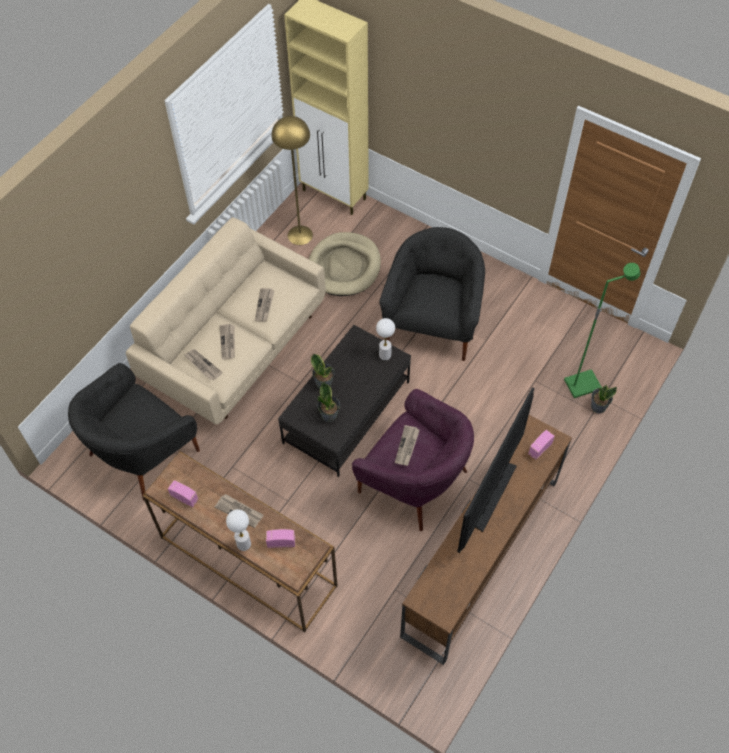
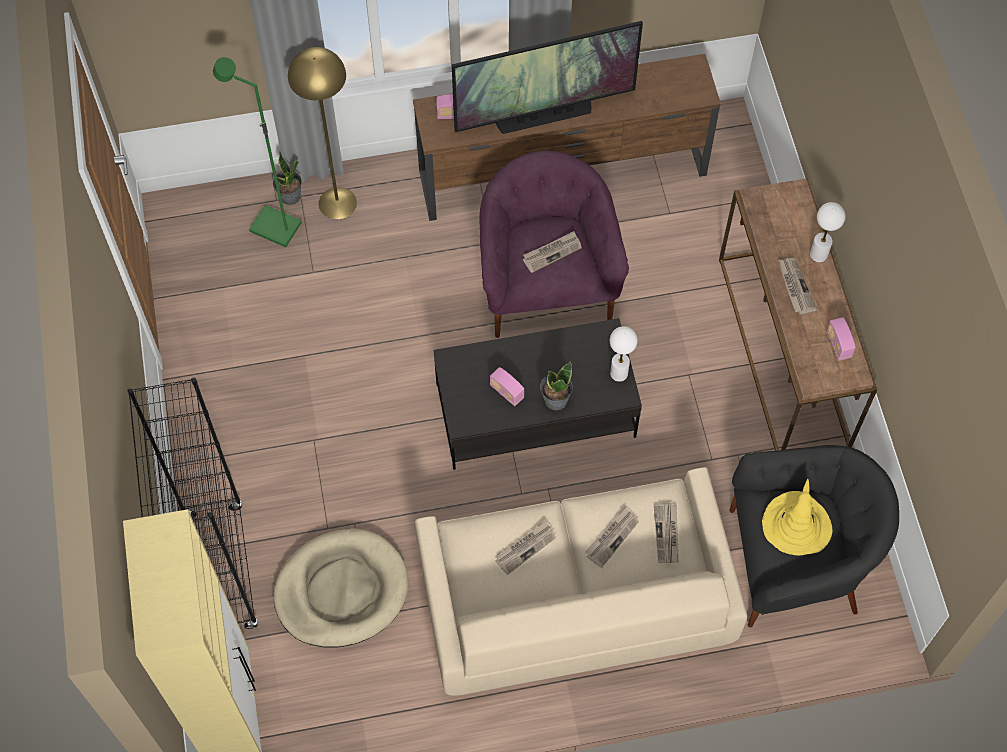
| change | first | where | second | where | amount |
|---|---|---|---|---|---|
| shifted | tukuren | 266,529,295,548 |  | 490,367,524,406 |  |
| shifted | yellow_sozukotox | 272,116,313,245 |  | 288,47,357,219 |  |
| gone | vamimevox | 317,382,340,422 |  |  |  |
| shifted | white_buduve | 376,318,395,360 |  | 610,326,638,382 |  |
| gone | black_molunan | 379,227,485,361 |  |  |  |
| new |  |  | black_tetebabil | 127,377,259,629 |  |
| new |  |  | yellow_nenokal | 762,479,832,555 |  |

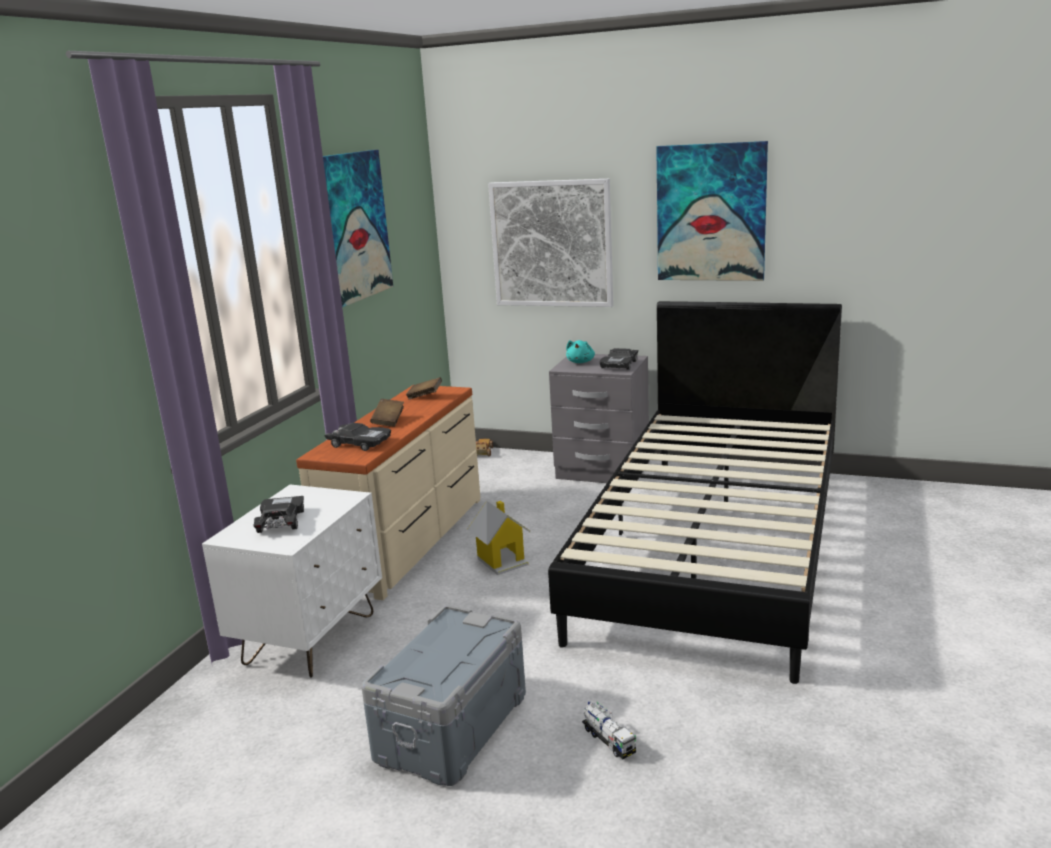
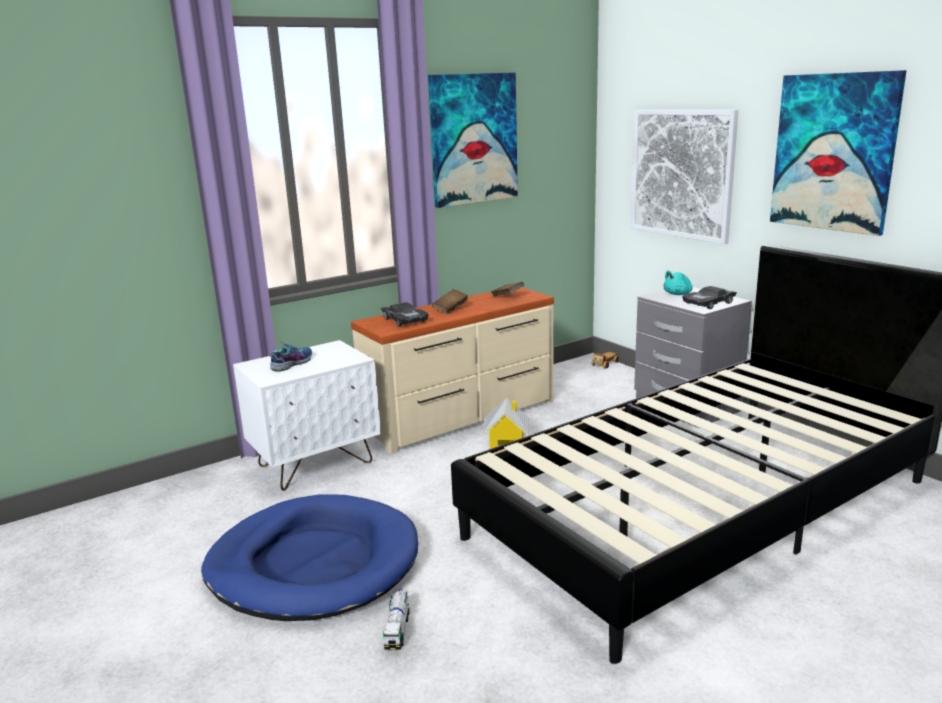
| change | first | where | second | where | amount |
|---|---|---|---|---|---|
| swapped | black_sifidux | 253,496,304,533 | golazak | 270,342,312,372 |  |
| swapped | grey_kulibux | 361,606,526,786 | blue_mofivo | 201,495,418,621 |  |

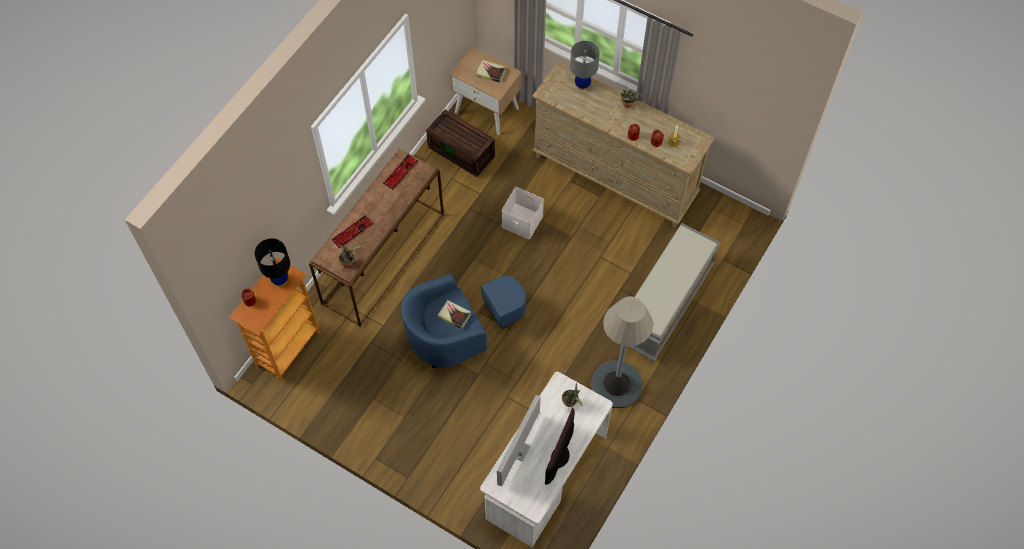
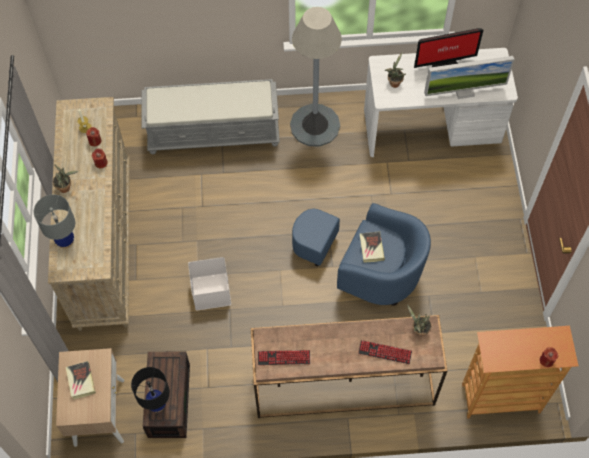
| change | first | where | second | where | amount |
|---|---|---|---|---|---|
| shifted | black_buduve | 255,238,290,287 |  | 131,367,170,412 |  |

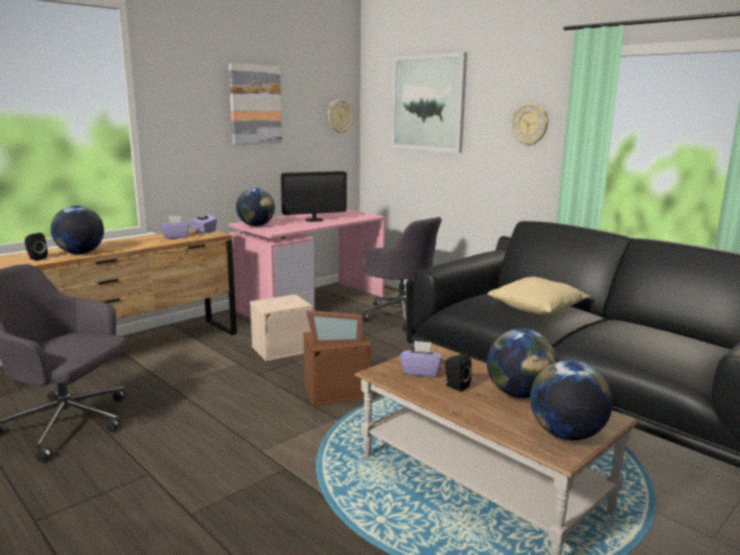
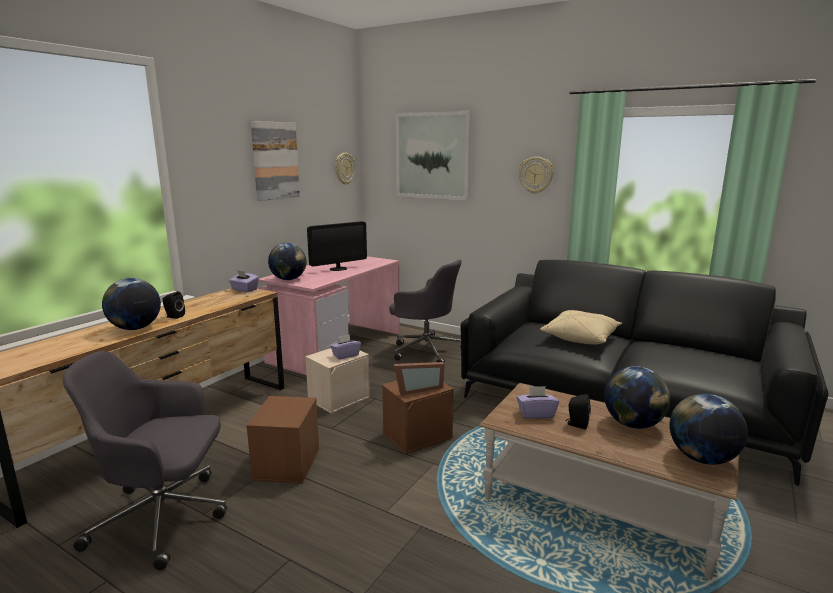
| change | first | where | second | where | amount |
|---|---|---|---|---|---|
| shifted | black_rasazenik | 25,233,48,261 |  | 163,291,185,319 |  |
| shifted | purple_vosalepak | 161,215,190,239 |  | 330,334,361,359 |  |
| new |  |  | brown_kulibux | 246,396,320,484 |  |

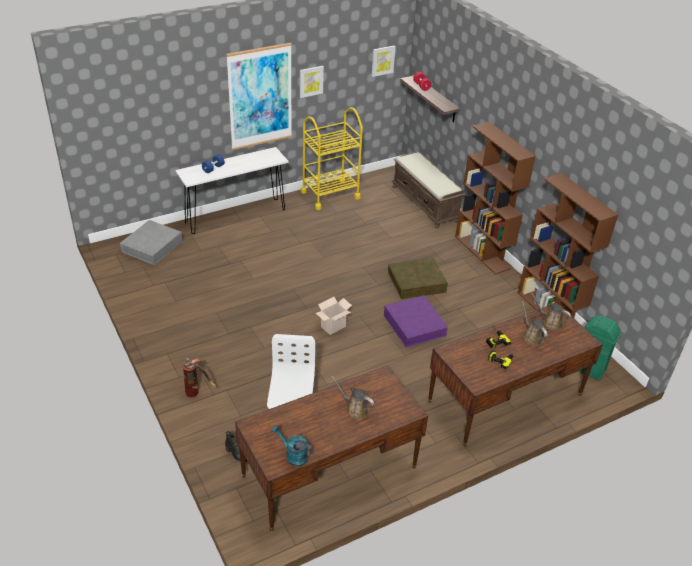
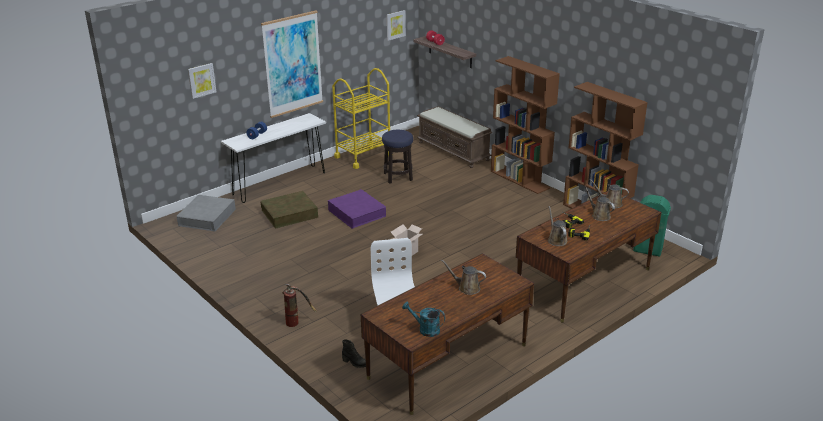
| change | first | where | second | where | amount |
|---|---|---|---|---|---|
| shifted | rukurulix | 300,66,324,98 |  | 188,63,216,99 |  |
| shifted | purple_kulibux | 384,295,448,347 |  | 328,189,386,229 |  |
| shifted | brown_kulibux | 388,257,448,299 |  | 260,191,318,229 |  |
| new |  |  | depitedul | 382,130,413,183 |  |
| new |  |  | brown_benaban | 548,206,567,246 |  |

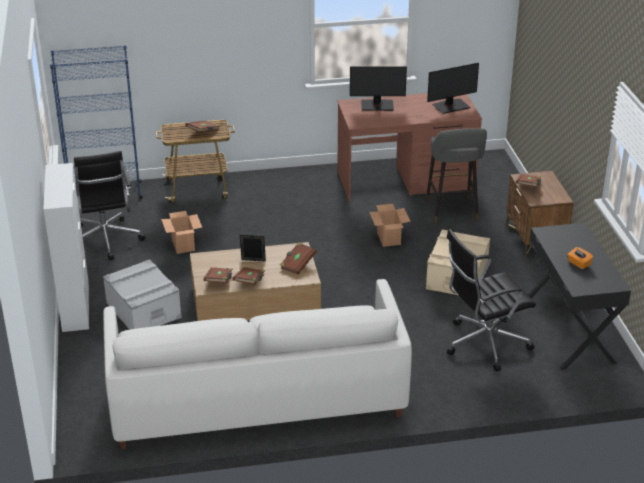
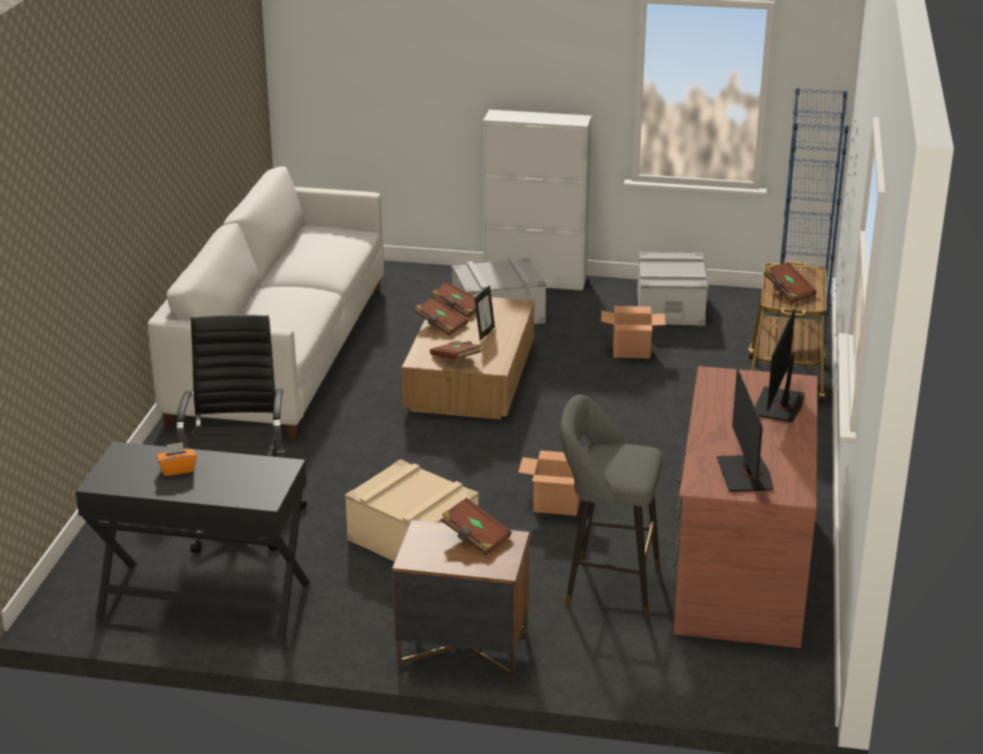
| change | first | where | second | where | amount |
|---|---|---|---|---|---|
| swapped | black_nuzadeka | 74,151,146,260 | grey_kulibux | 637,252,709,326 |  |

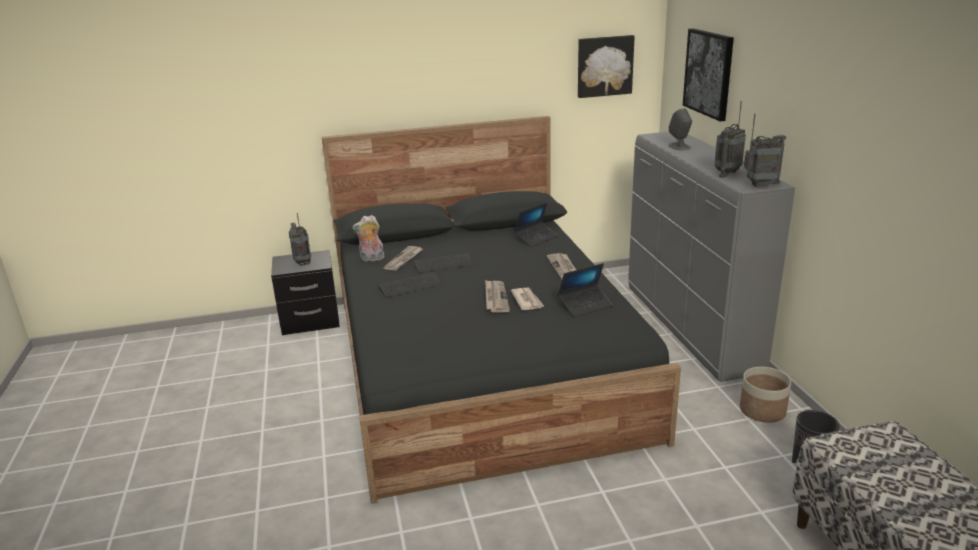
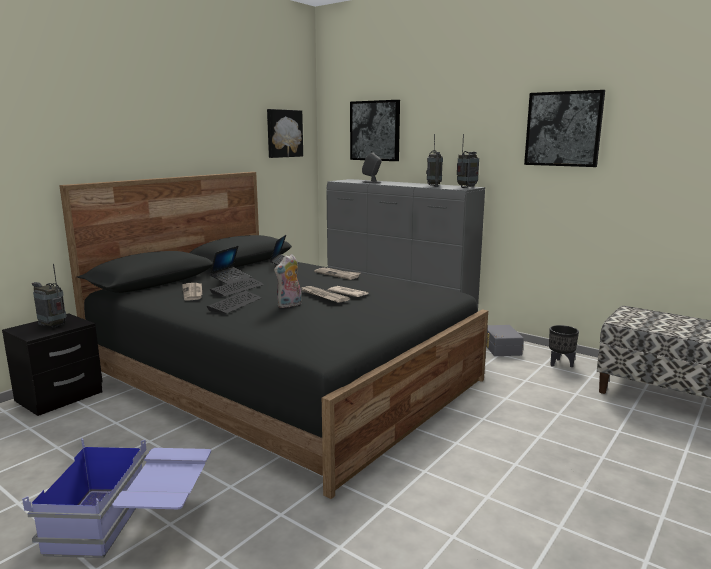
| change | first | where | second | where | amount |
|---|---|---|---|---|---|
| shifted | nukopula | 352,215,385,262 |  | 274,254,302,308 |  |
| shifted | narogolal | 558,263,613,317 |  | 210,246,251,284 |  |
| swapped | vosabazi | 740,367,791,423 | grey_kulibux | 486,325,524,356 |  |
| new |  |  | blue_kulibux | 22,438,211,558 |  |
| new |  |  | rukurulix | 524,90,605,167 |  |

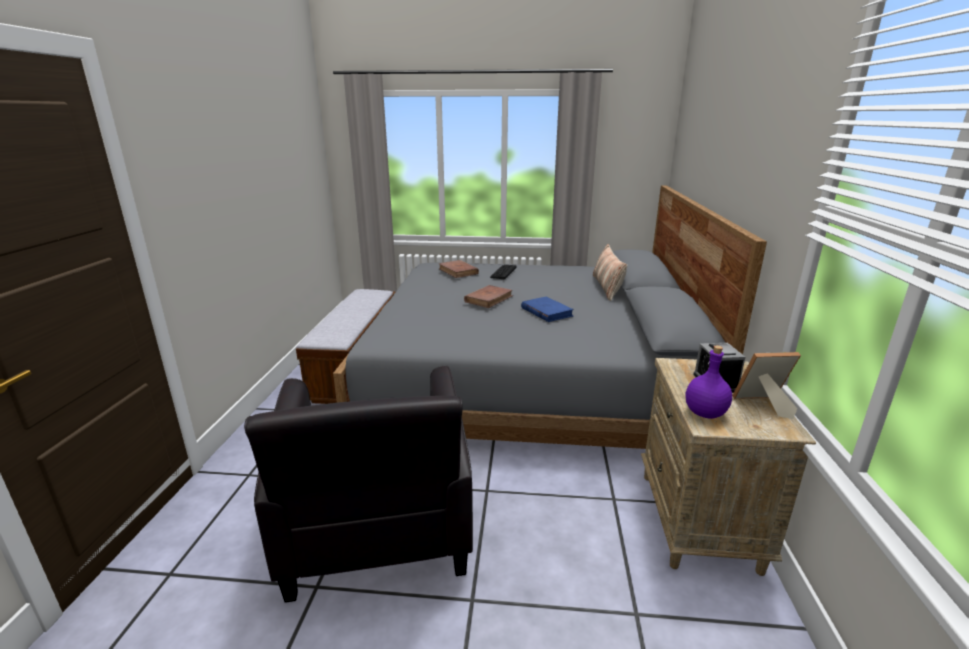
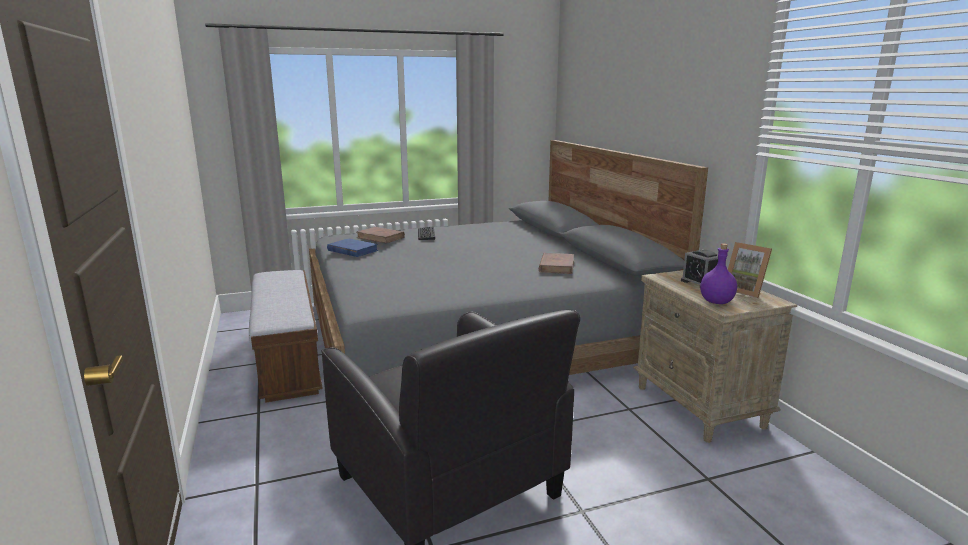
| change | first | where | second | where | amount |
|---|---|---|---|---|---|
| shifted | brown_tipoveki | 464,285,513,308 |  | 539,253,574,274 |  |
| shifted | blue_tipoveki | 521,297,574,322 |  | 327,239,378,257 |  |
| gone | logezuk | 593,244,627,301 |  |  |  |
| rotated | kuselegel | 732,352,801,419 |  | 728,242,772,298 | 105 degrees counterclockwise |

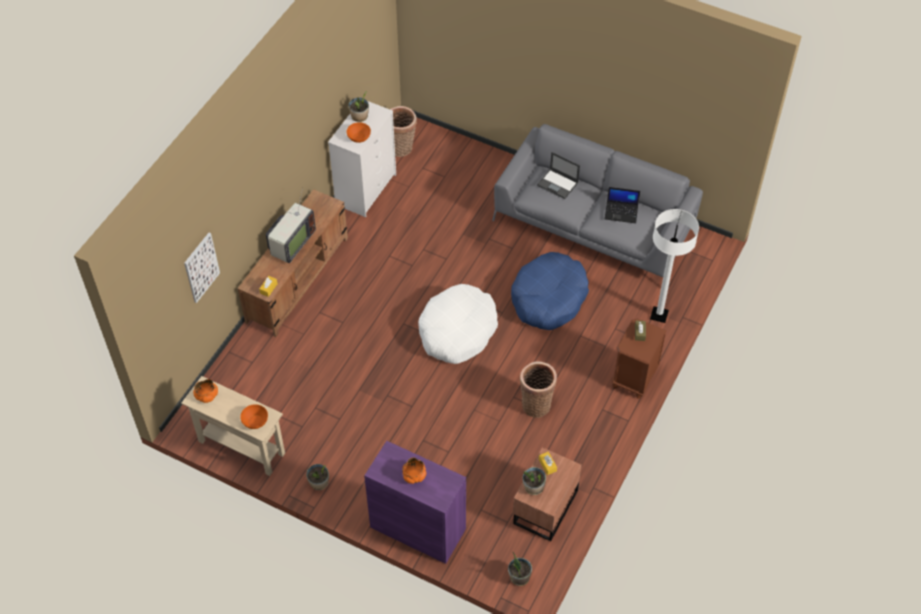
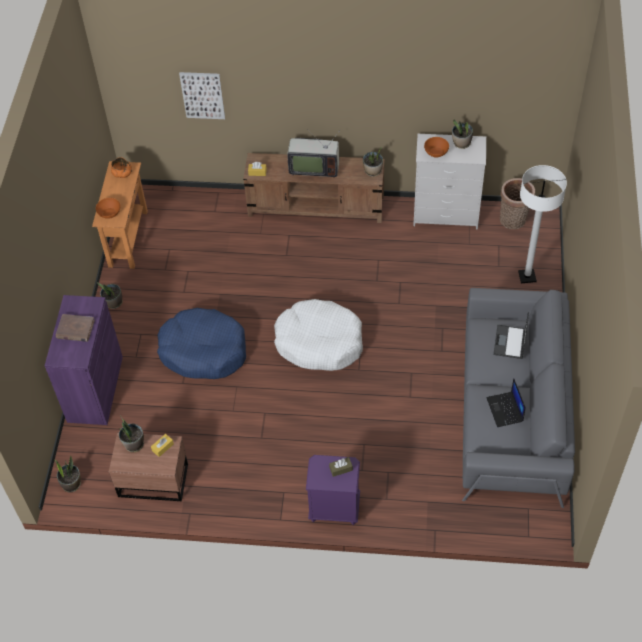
| change | first | where | second | where | amount |
|---|---|---|---|---|---|
| repainted | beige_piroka | 181,376,285,476 | orange_piroka | 92,161,148,269 |  |
| swapped | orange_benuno | 402,458,426,484 | brown_tipoveki | 56,314,95,342 |  |
| shifted | blue_mofivo | 511,252,589,330 |  | 157,308,246,379 |  |
| gone | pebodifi | 520,362,557,418 |  |  |  |
| repainted | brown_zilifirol | 612,319,667,399 | purple_zilifirol | 306,455,360,525 |  |
| shifted | white_sozukotox | 650,209,699,323 |  | 518,165,567,283 |  |
| new |  |  | vamimevox | 363,147,383,177 |  |

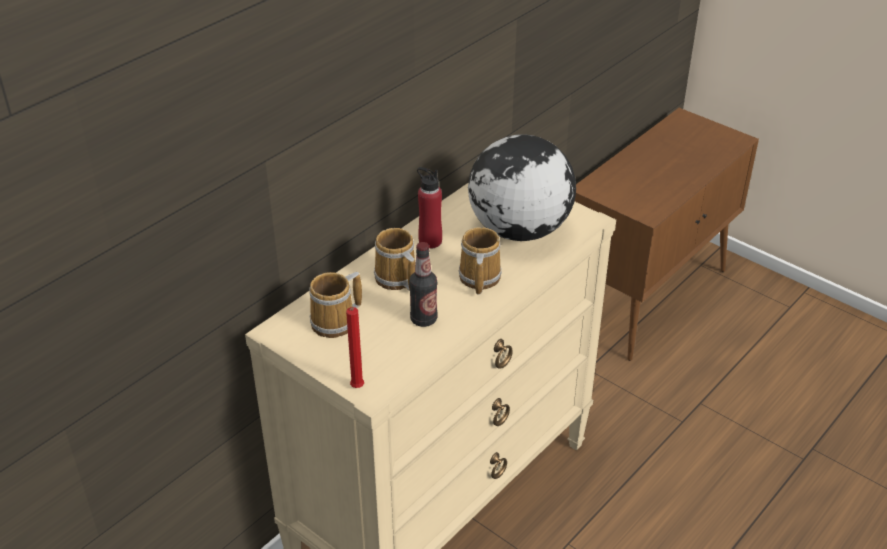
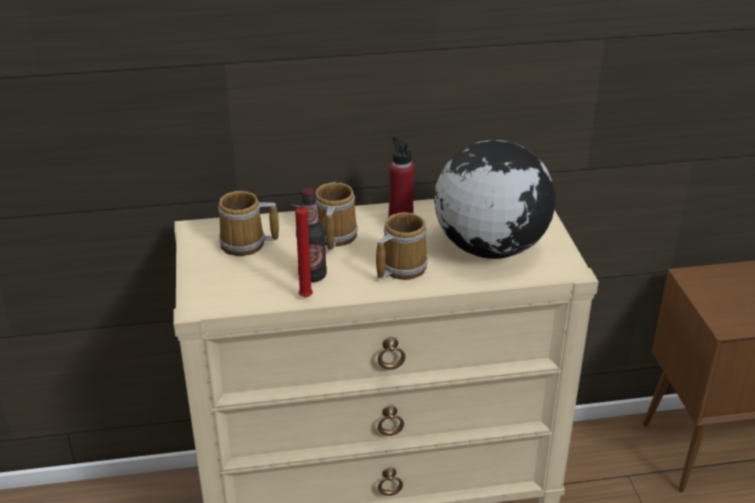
| change | first | where | second | where | amount |
|---|---|---|---|---|---|
| shifted | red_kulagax | 346,307,364,388 |  | 292,204,313,298 |  |

